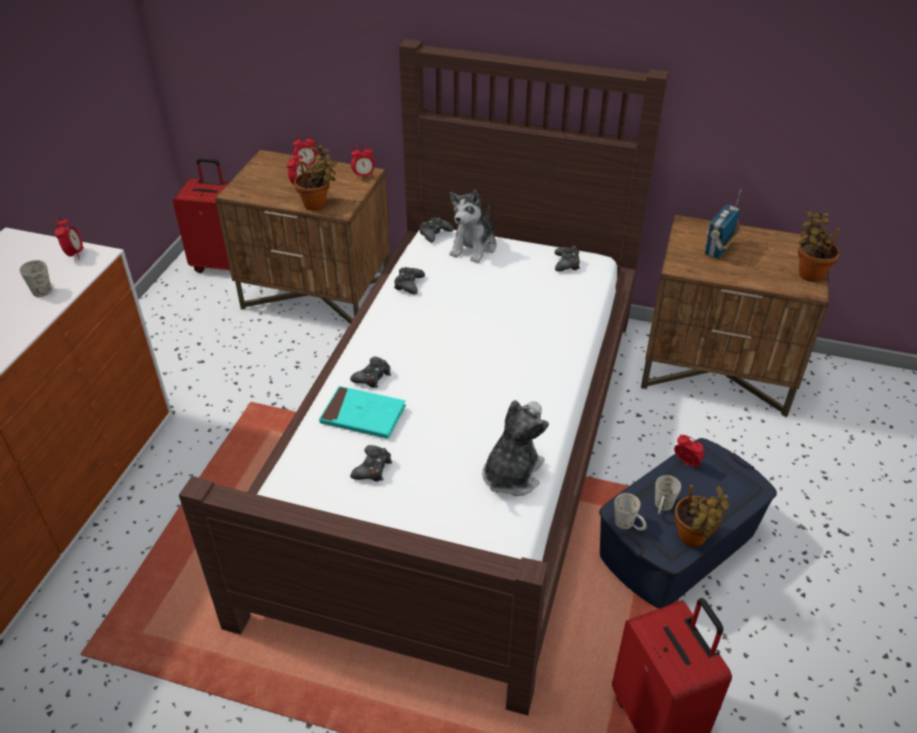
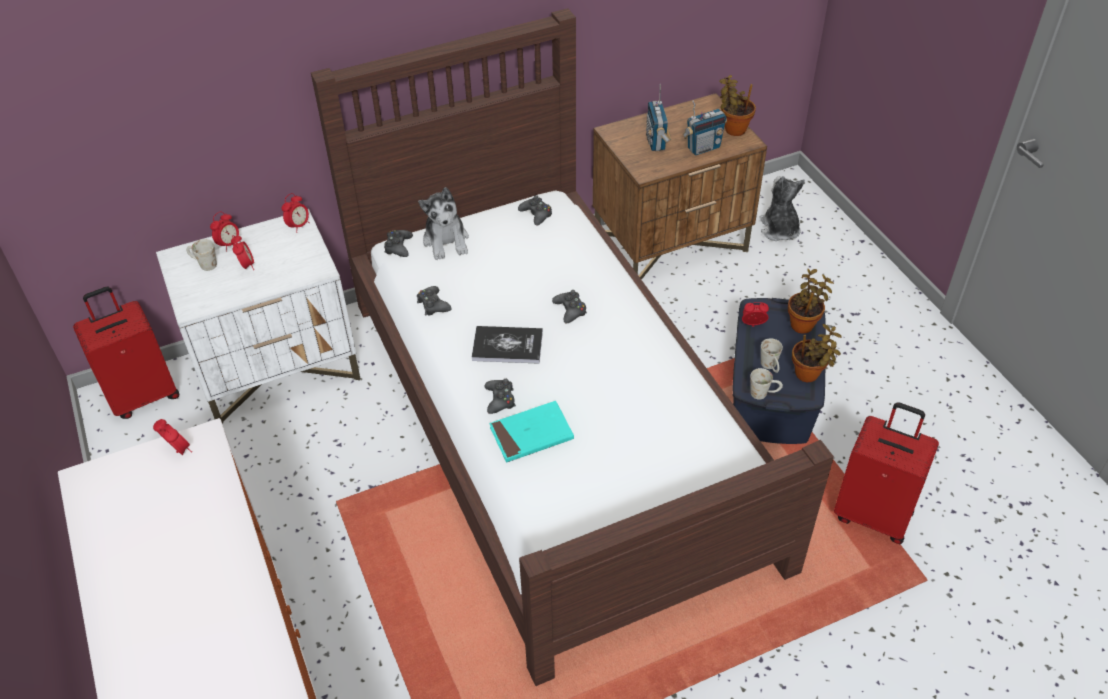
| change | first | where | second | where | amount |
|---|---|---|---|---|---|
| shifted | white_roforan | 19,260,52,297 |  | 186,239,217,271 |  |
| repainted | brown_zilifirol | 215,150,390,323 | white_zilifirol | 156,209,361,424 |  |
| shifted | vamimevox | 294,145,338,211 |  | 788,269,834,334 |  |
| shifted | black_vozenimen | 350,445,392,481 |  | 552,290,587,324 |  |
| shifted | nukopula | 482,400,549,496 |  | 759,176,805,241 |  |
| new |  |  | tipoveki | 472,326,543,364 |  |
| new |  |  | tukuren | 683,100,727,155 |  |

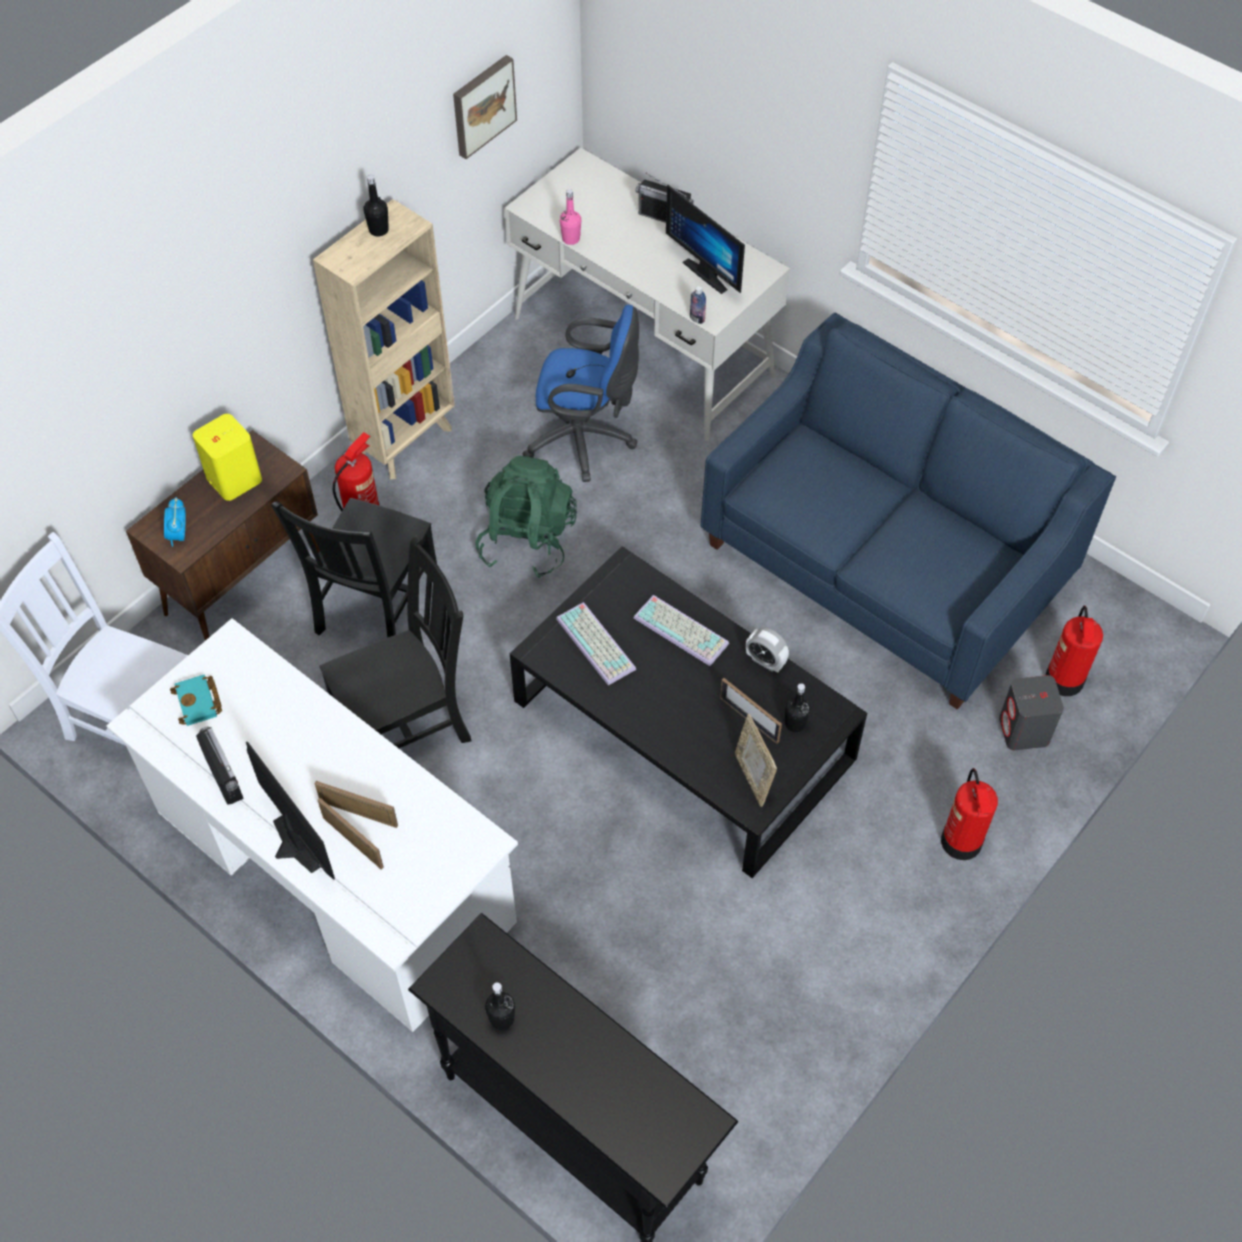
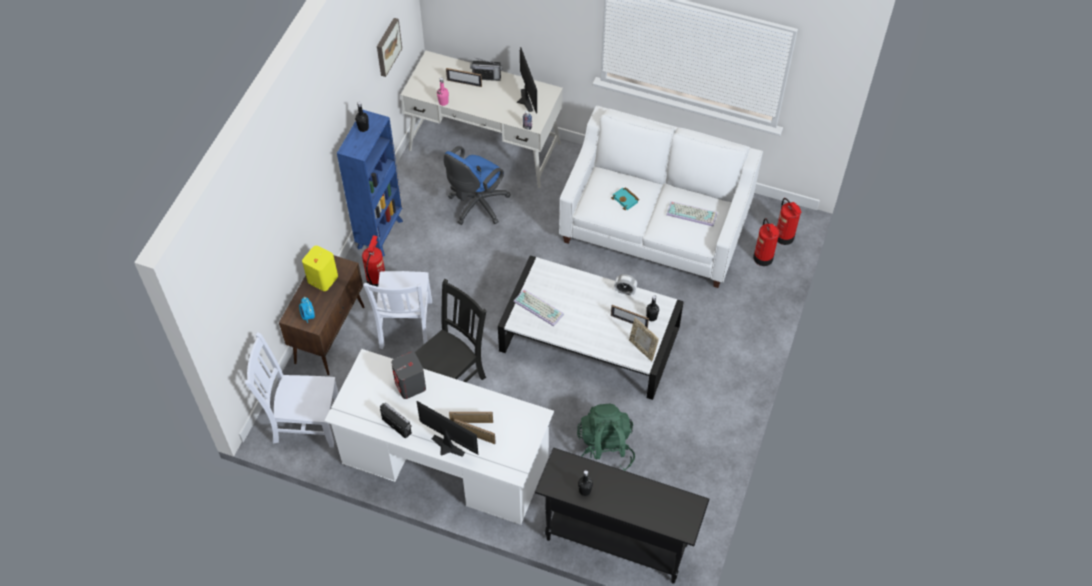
| change | first | where | second | where | amount |
|---|---|---|---|---|---|
| shifted | turquoise_tipoveki | 170,675,222,726 |  | 611,187,639,210 |  |
| repainted | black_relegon | 271,498,437,638 | white_relegon | 363,271,432,349 |  |
| repainted | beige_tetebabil | 313,199,455,479 | blue_tetebabil | 337,110,403,256 |  |
| shifted | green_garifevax | 475,456,577,578 |  | 577,404,635,471 |  |
| repainted | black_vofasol | 510,546,867,878 | white_vofasol | 498,255,684,400 |  |
| rotated | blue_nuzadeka | 522,305,639,482 |  | 443,146,511,225 | 135 degrees clockwise |
| shifted | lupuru | 634,595,729,666 |  | 667,201,717,227 |  |
| rotated | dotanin | 666,184,745,294 |  | 517,47,537,114 | 135 degrees counterclockwise |
| repainted | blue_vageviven | 701,313,1116,710 | white_vageviven | 559,105,763,288 |  |
| shifted | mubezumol | 941,768,998,860 |  | 777,198,802,245 |  |
| shifted | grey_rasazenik | 999,675,1064,750 |  | 391,352,426,399 |  |
| new |  |  | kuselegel | 446,68,482,87 |  |

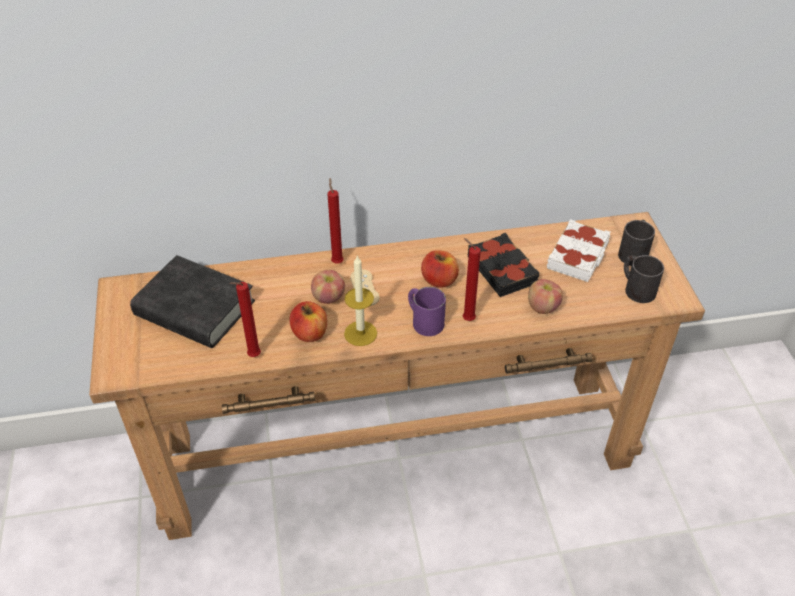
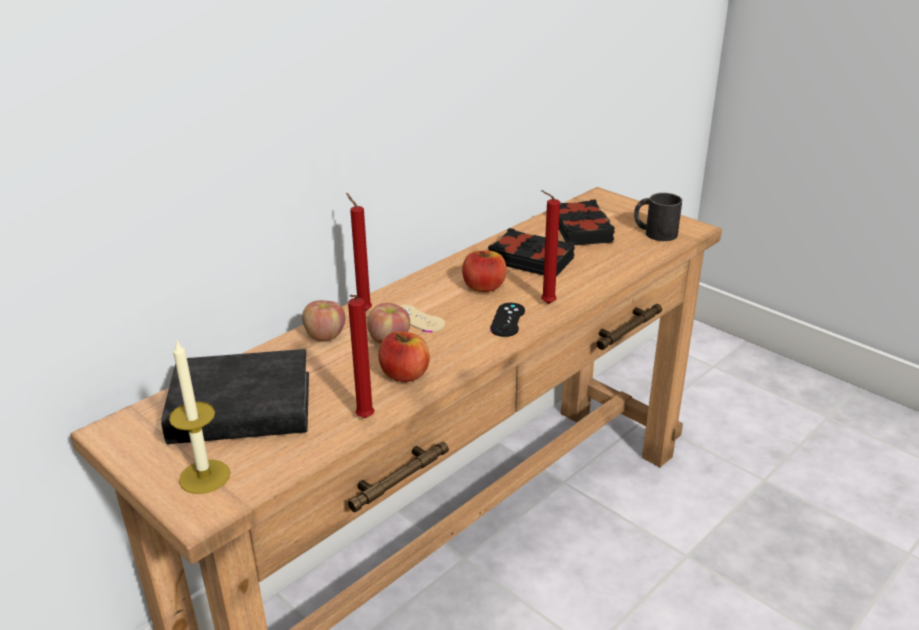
| change | first | where | second | where | amount |
|---|---|---|---|---|---|
| shifted | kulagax | 344,256,377,346 |  | 169,339,230,494 |  |
| swapped | purple_roforan | 408,287,446,336 | black_vozenimen | 490,303,525,337 |  |
| shifted | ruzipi | 528,279,563,314 |  | 302,300,346,341 |  |
| repainted | white_tipoveki | 547,219,610,282 | black_tipoveki | 559,199,615,245 |  |
| gone | black_roforan | 618,220,655,266 |  |  |  |

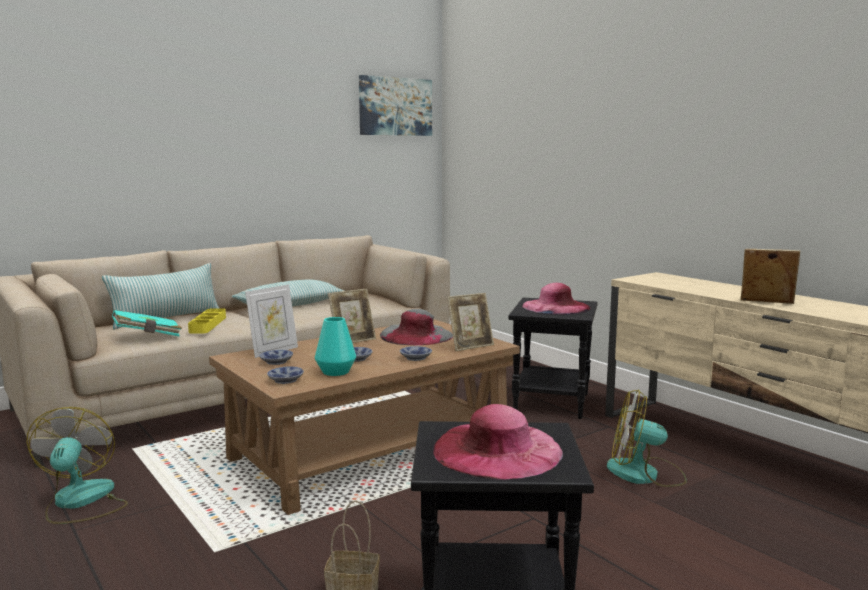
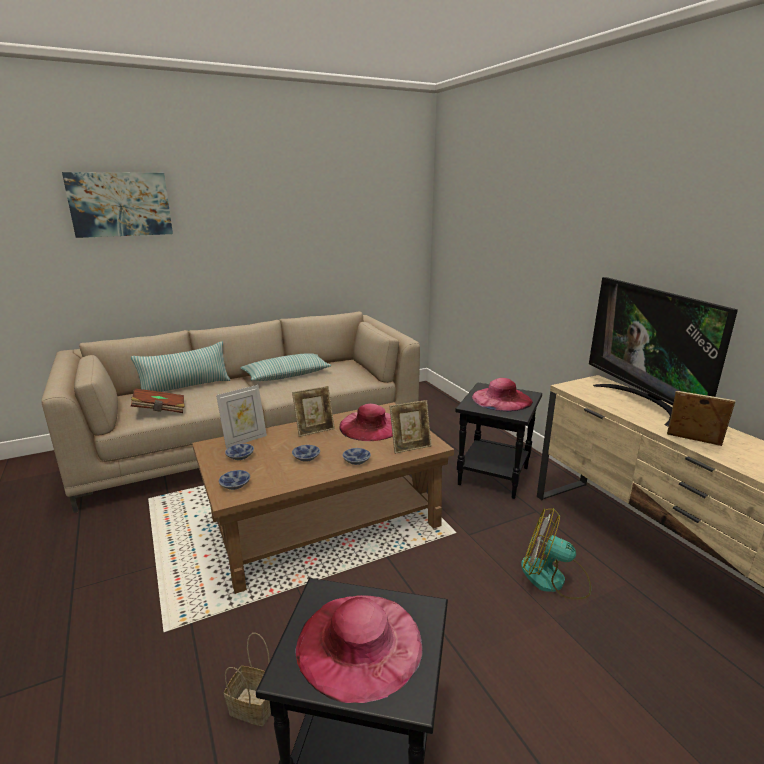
| change | first | where | second | where | amount |
|---|---|---|---|---|---|
| gone | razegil | 26,407,128,524 |  |  |  |
| repainted | turquoise_tipoveki | 112,310,182,337 | brown_tipoveki | 131,388,185,413 |  |
| gone | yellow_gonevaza | 188,308,226,334 |  |  |  |
| gone | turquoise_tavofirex | 315,317,356,376 |  |  |  |
| shifted | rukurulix | 359,75,432,136 |  | 62,172,173,238 |  |
| repainted | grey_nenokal | 380,309,453,345 | pink_nenokal | 339,404,393,441 |  |
| new |  |  | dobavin | 589,277,738,427 |  |

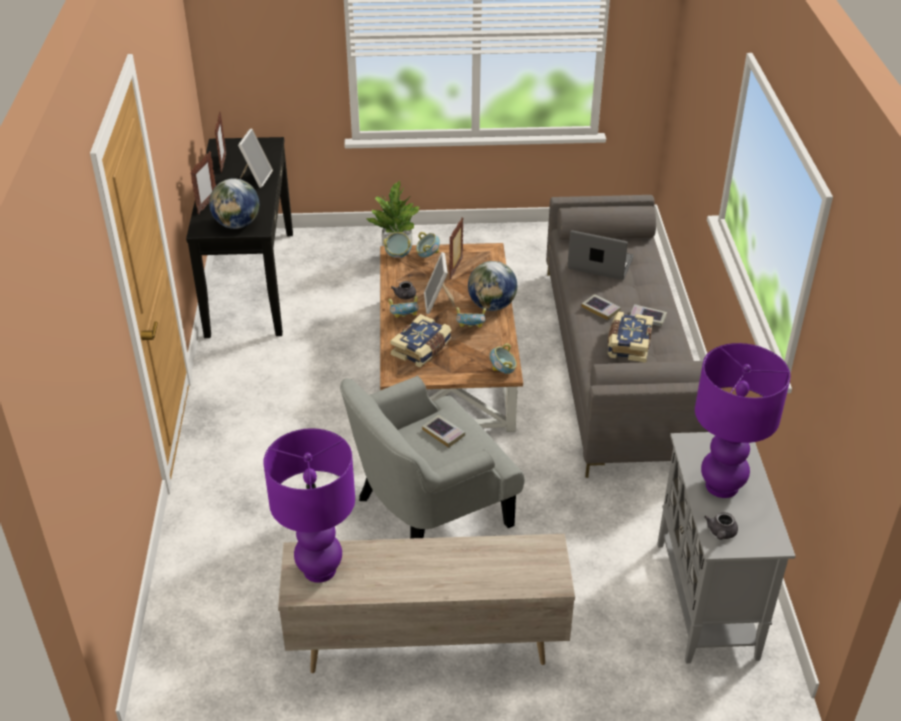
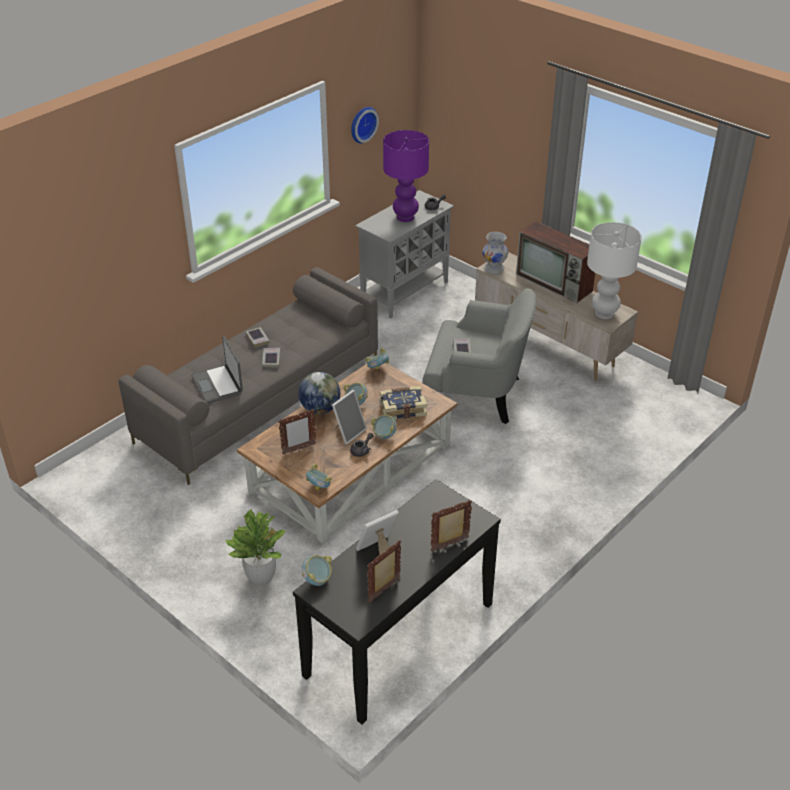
| change | first | where | second | where | amount |
|---|---|---|---|---|---|
| gone | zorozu | 209,178,259,229 |  |  |  |
| repainted | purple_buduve | 263,428,355,583 | white_buduve | 587,222,642,319 |  |
| shifted | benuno | 416,232,440,258 |  | 302,555,332,586 |  |
| gone | tipoveki | 608,311,654,362 |  |  |  |
| new |  |  | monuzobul | 351,107,379,143 |  |
| new |  |  | white_tavofirex | 482,232,508,274 |  |
| new |  |  | dobavin | 516,221,595,303 |  |

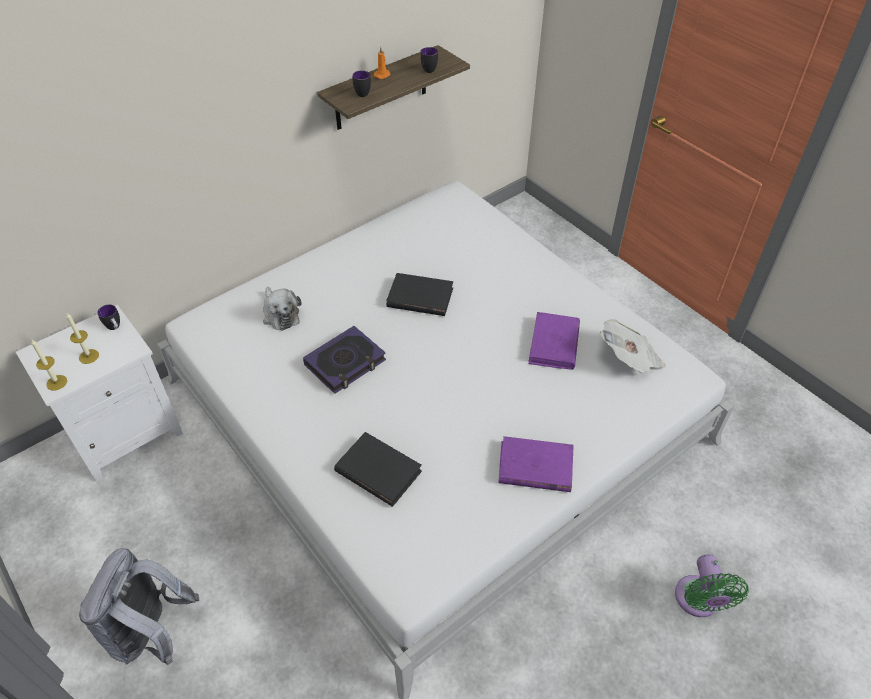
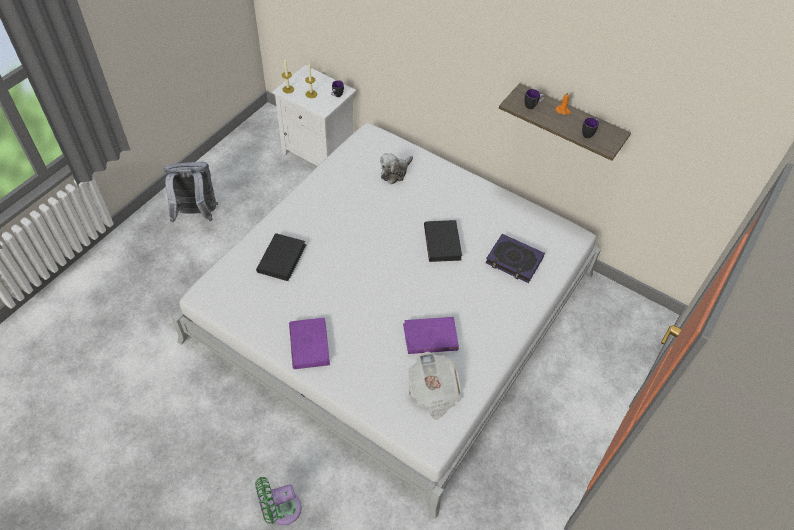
| change | first | where | second | where | amount |
|---|---|---|---|---|---|
| shifted | tipoveki | 303,326,386,394 |  | 485,234,545,283 |  |

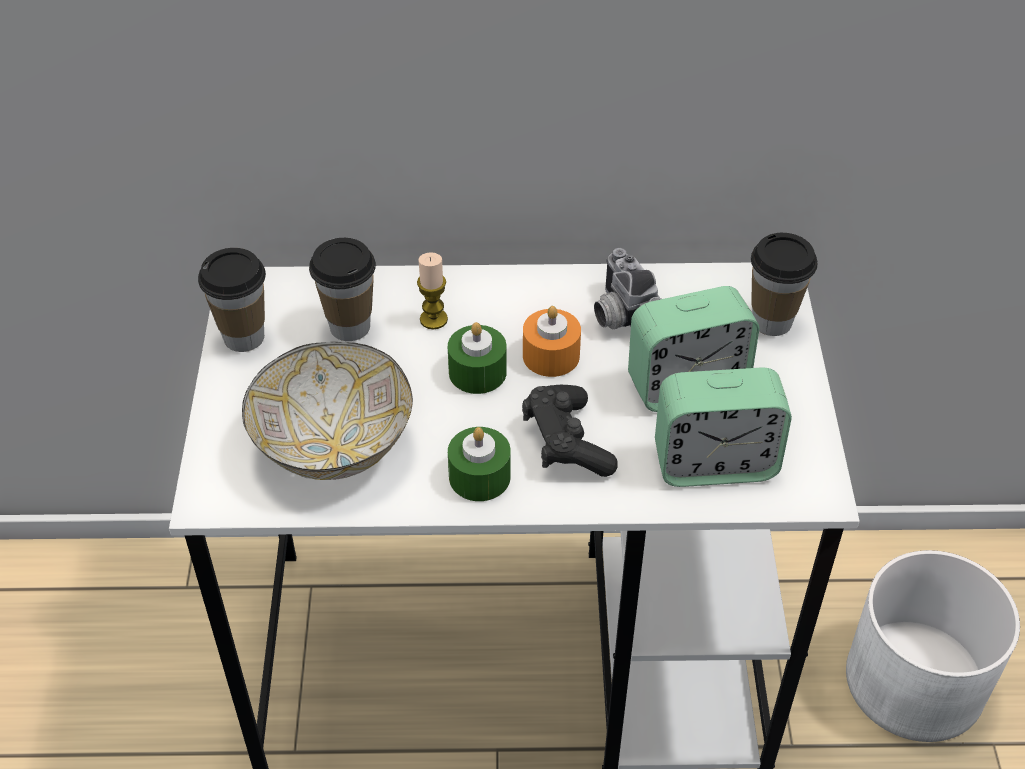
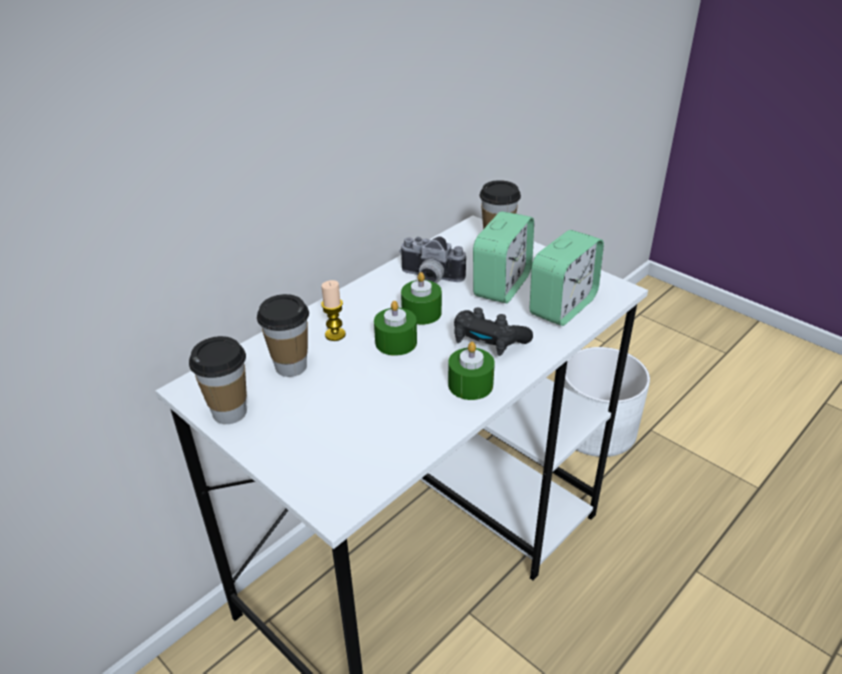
| change | first | where | second | where | amount |
|---|---|---|---|---|---|
| gone | benuno | 242,342,413,480 |  |  |  |
| repainted | orange_kulagax | 523,306,581,377 | green_kulagax | 401,272,442,325 |  |

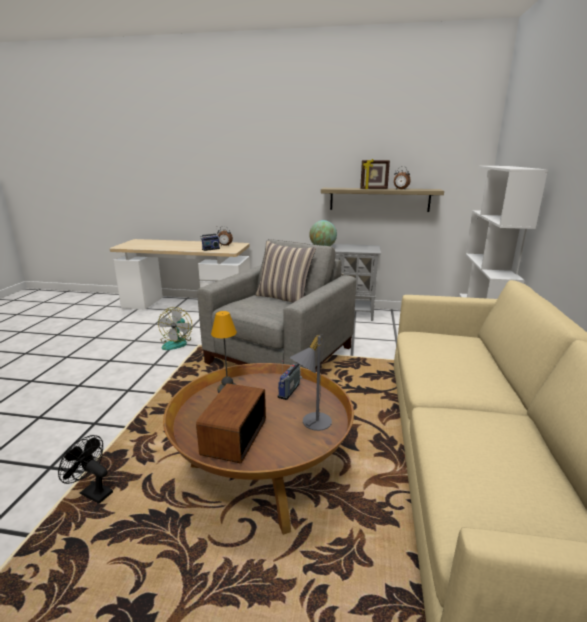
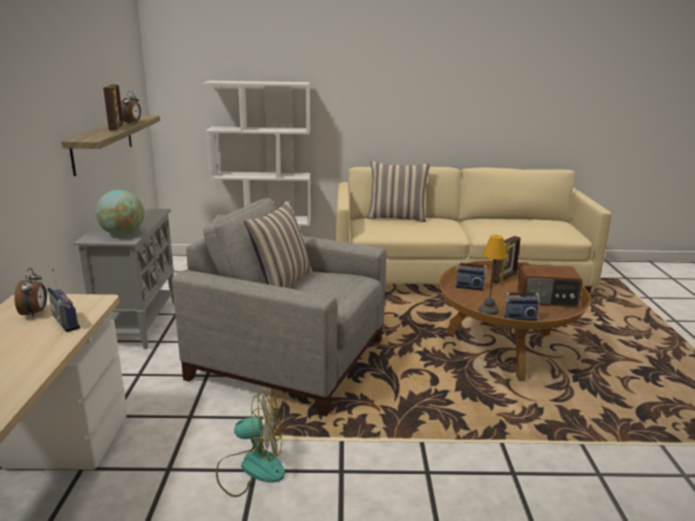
| change | first | where | second | where | amount |
|---|---|---|---|---|---|
| gone | black_razegil | 58,435,113,504 |  |  |  |
| swapped | grey_buduve | 289,334,332,431 | kuselegel | 491,236,521,284 |  |
| new |  |  | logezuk | 367,161,430,222 |  |
| new |  |  | tukuren | 504,282,540,321 |  |

